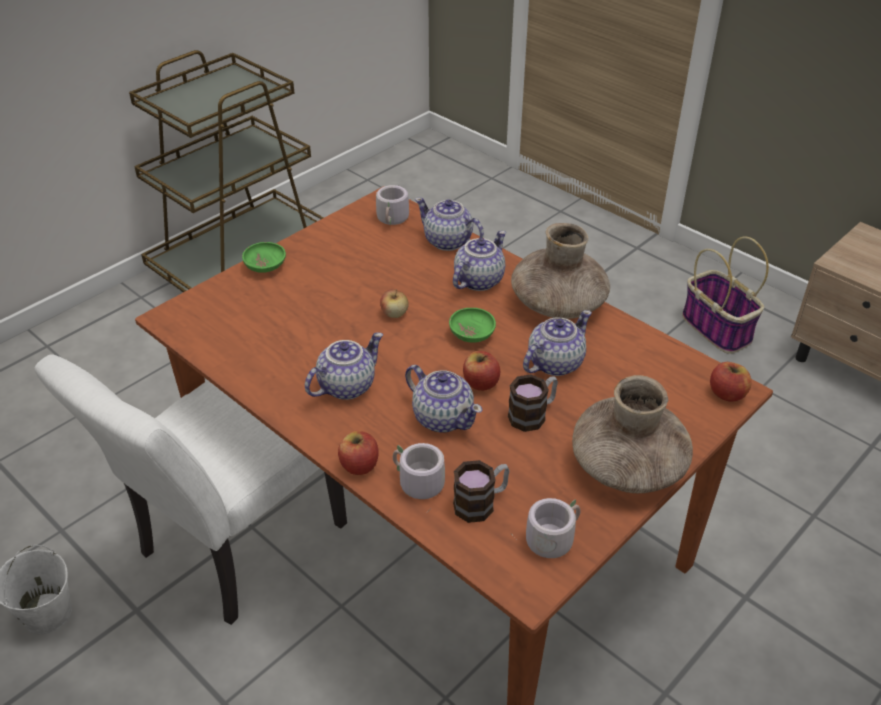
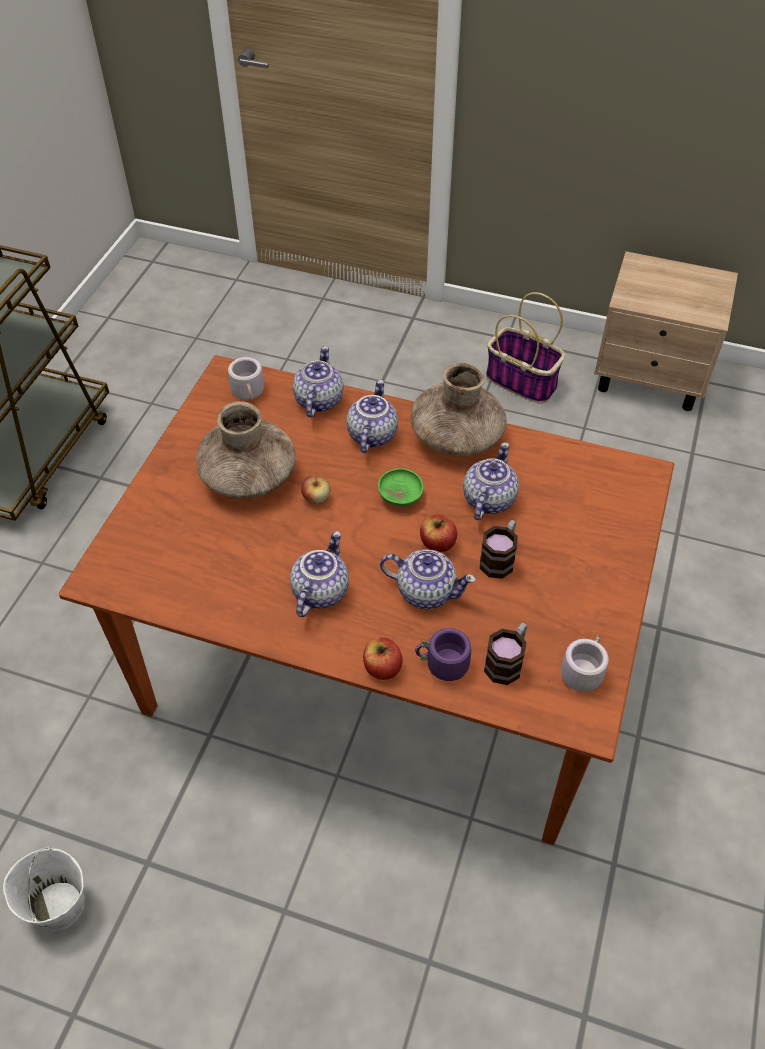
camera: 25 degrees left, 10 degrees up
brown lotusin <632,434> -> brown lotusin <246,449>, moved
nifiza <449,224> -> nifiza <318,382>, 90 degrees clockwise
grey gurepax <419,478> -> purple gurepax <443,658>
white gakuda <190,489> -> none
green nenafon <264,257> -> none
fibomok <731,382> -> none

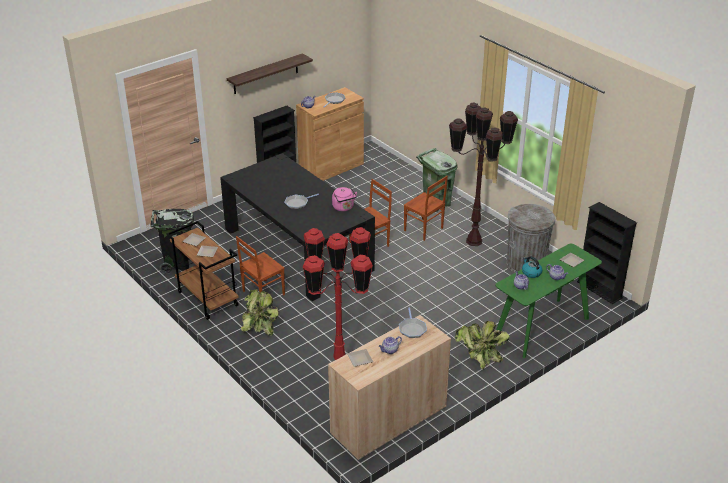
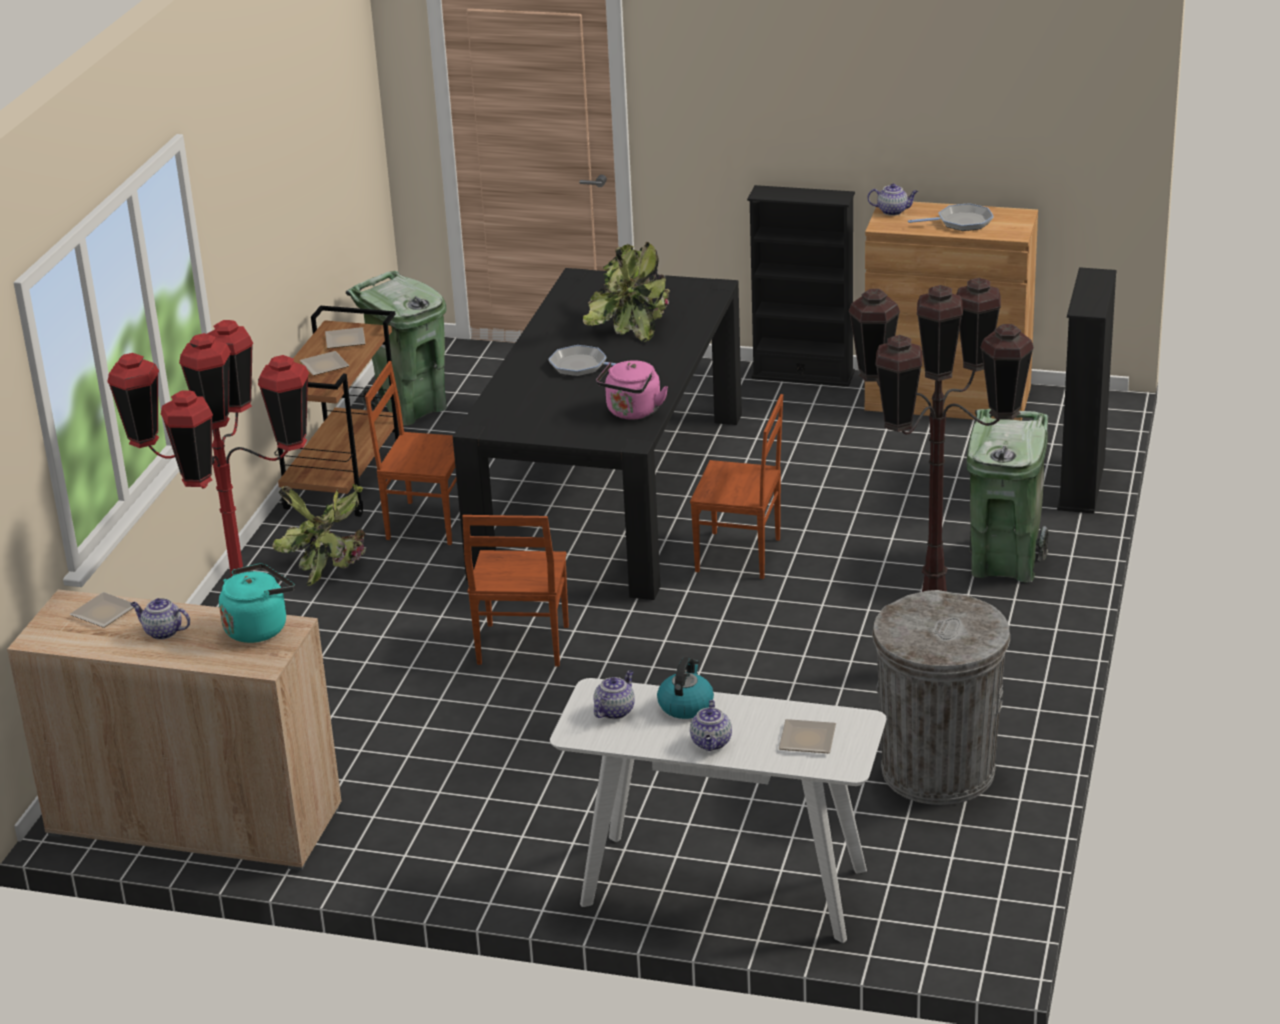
camera: 55 degrees right, 5 degrees down
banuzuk <413,323> -> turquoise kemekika <257,603>
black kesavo <172,241> -> green kesavo <396,348>
brown gakuda <426,208> -> brown gakuda <515,591>, moved
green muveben <548,301> -> white muveben <718,810>
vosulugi <482,345> -> vosulugi <626,292>, moved
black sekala <607,253> -> black sekala <1086,391>, moved
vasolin <270,73> -> none

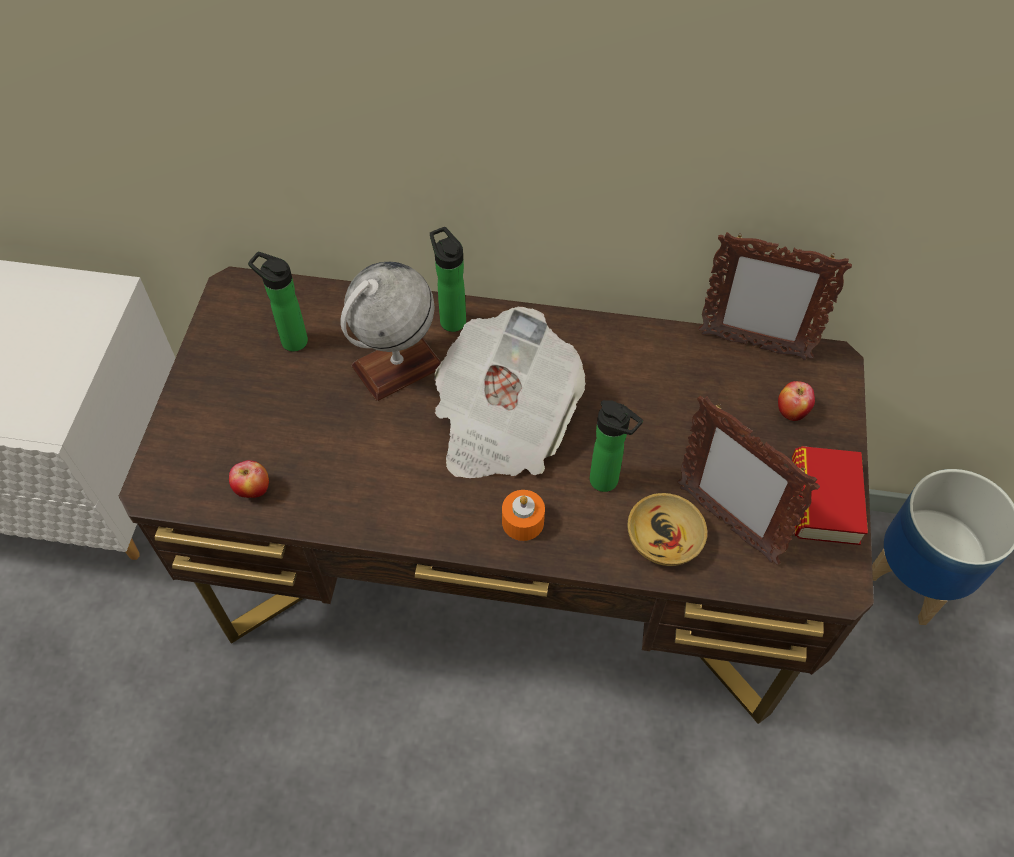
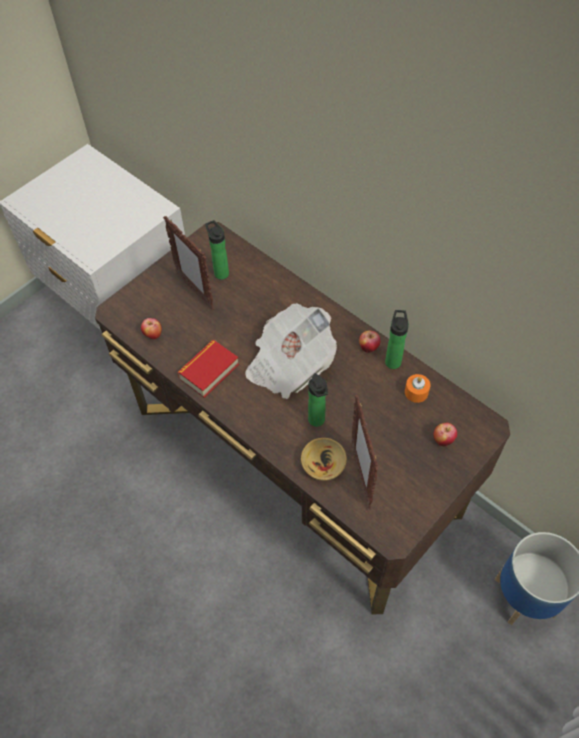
camera: 35 degrees right, 0 degrees up
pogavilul <775,296> -> pogavilul <188,263>, moved
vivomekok <830,495> -> vivomekok <208,369>, moved
none -> fibomok <369,341>
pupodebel <448,279> -> pupodebel <397,339>, moved
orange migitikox <523,515> -> orange migitikox <417,388>, moved
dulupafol <391,331> -> none

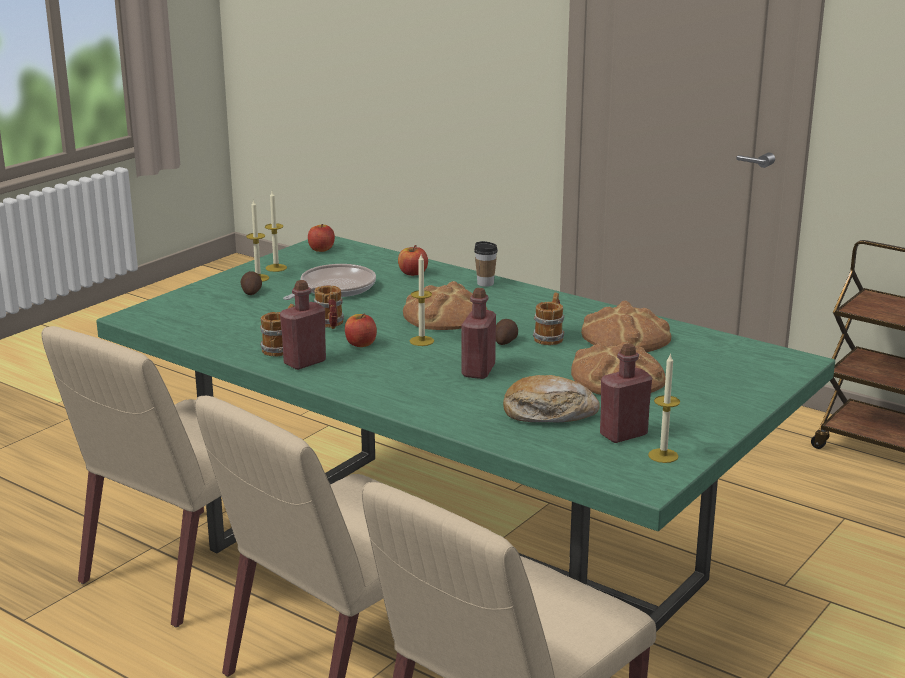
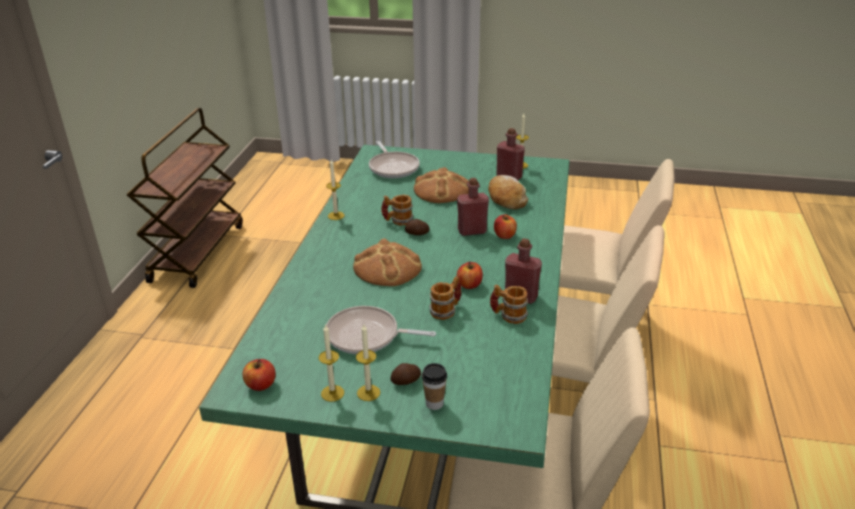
camera: 115 degrees left, 10 degrees up
migitikox <422,300> -> migitikox <335,189>, moved
none -> banuzuk <394,159>
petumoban <486,264> -> petumoban <434,386>, moved
fibomok <413,260> -> fibomok <505,226>, moved
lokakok <626,326> -> none

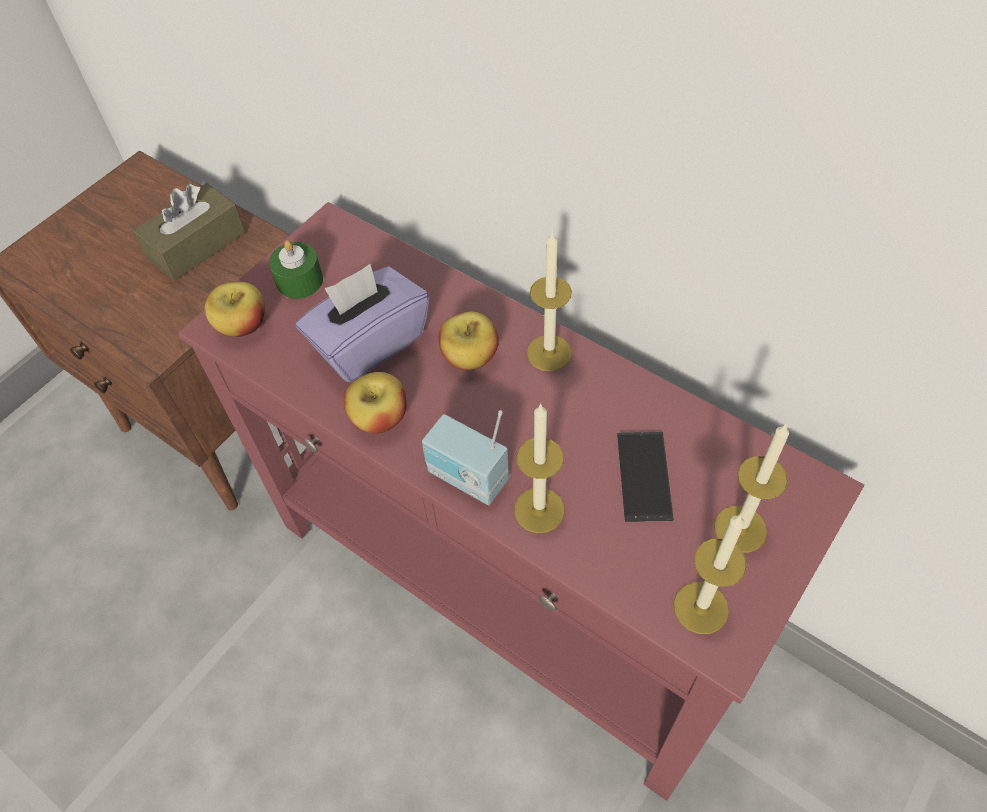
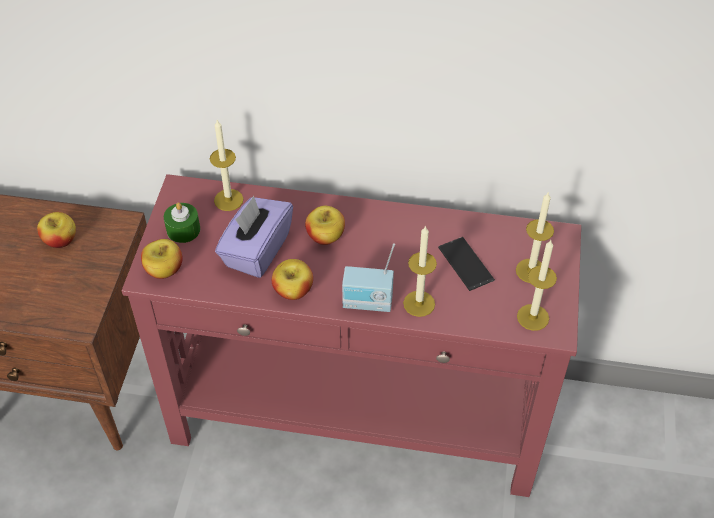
camera: 30 degrees left, 5 degrees down
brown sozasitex <189,232> -> fibomok <56,230>
migitikox <549,301> -> migitikox <227,165>, moved

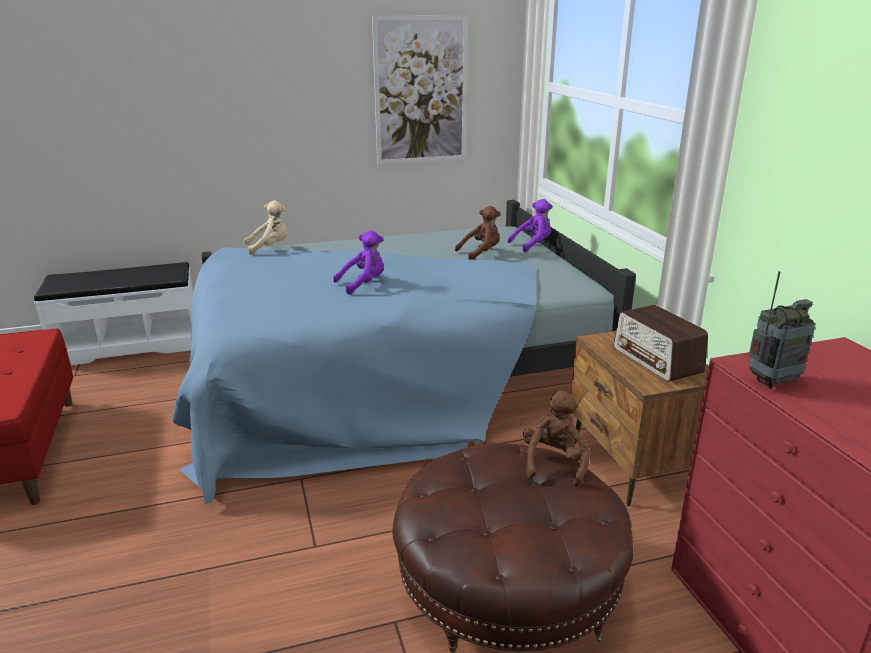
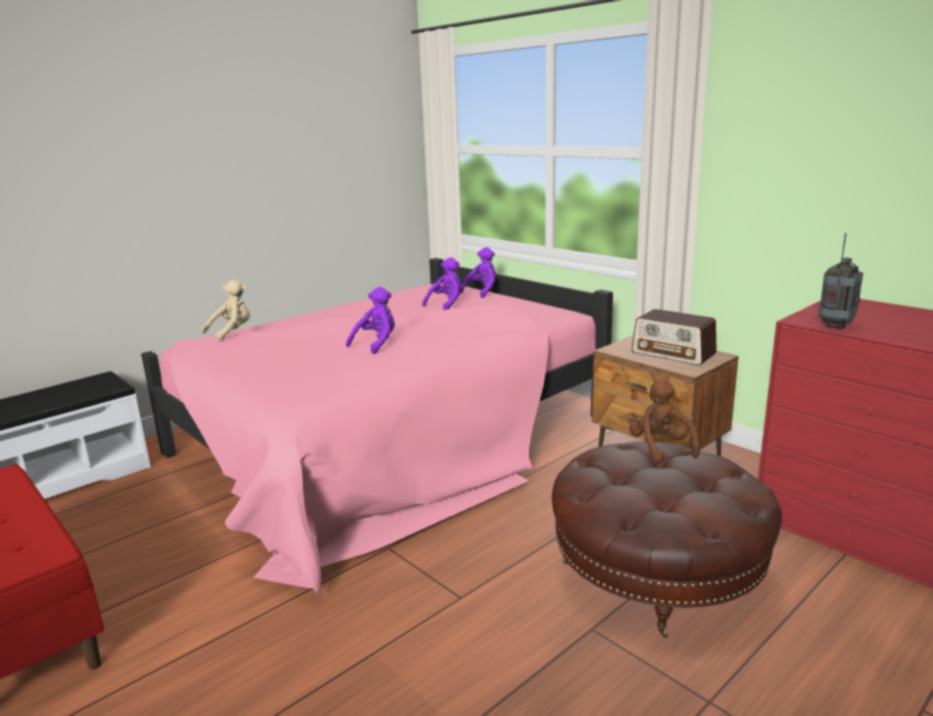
camera: 25 degrees left, 5 degrees down
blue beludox <404,352> -> pink beludox <377,427>
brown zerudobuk <478,233> -> purple zerudobuk <442,283>
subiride <420,89> -> none

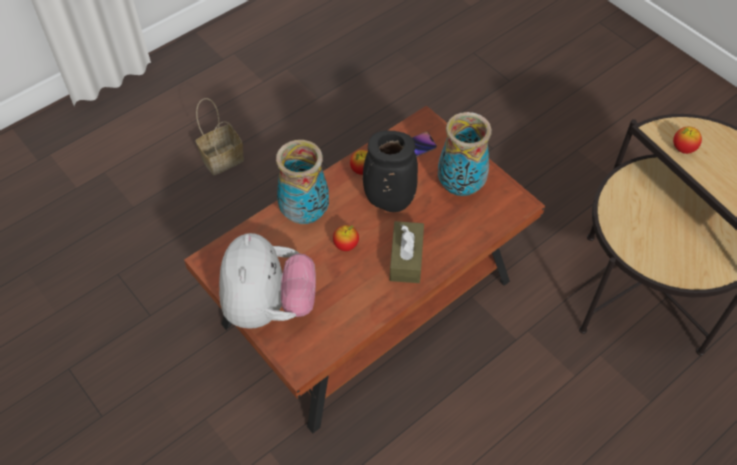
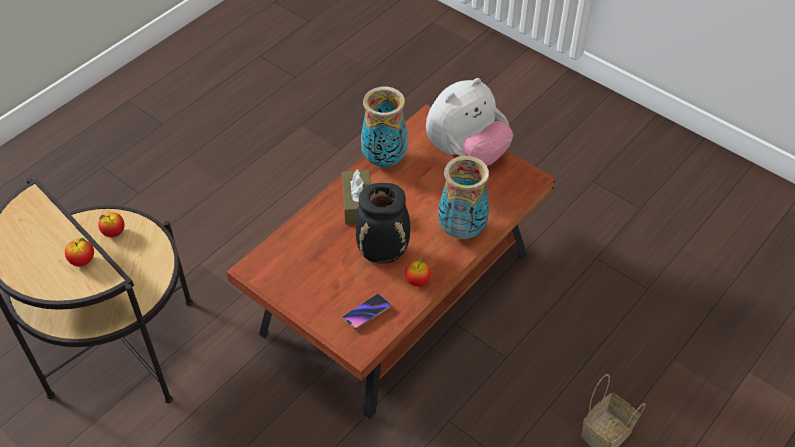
camera: 170 degrees right, 5 degrees down
fibomok <346,238> -> fibomok <111,225>, moved
lotusin <465,154> -> lotusin <384,127>, moved
zerudobuk <267,281> -> zerudobuk <469,122>, 120 degrees counterclockwise

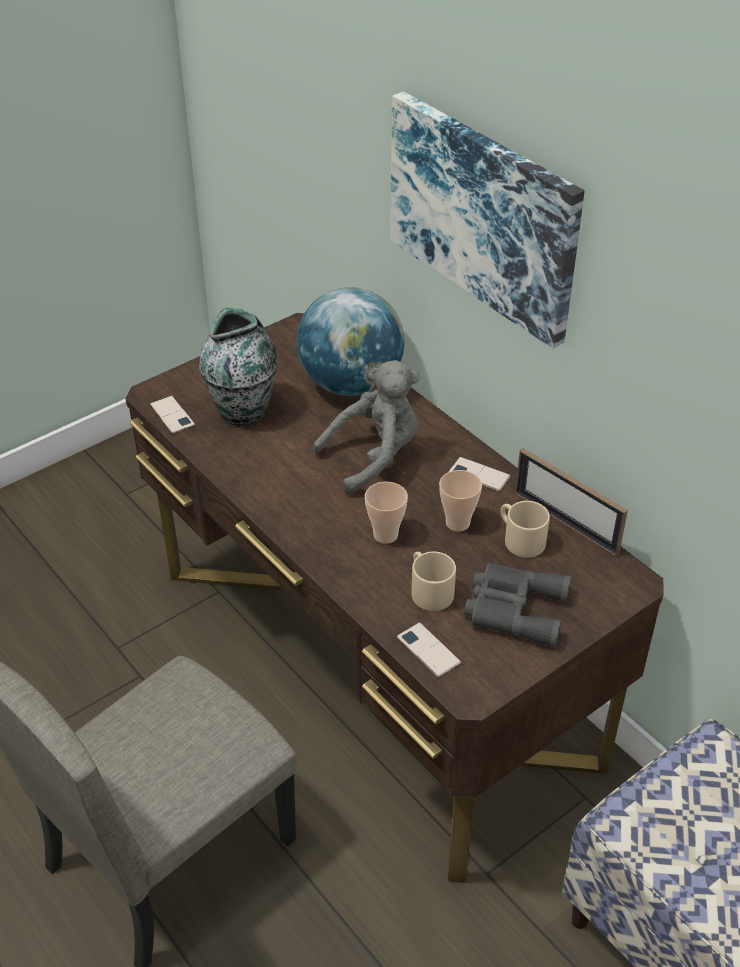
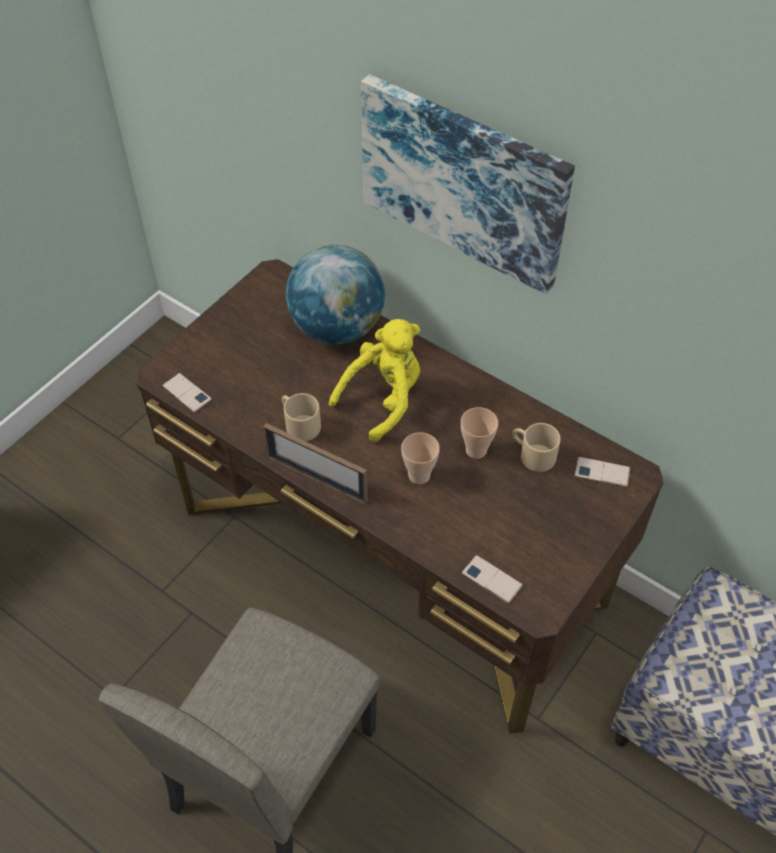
camera: 15 degrees left, 10 degrees up
pogavilul <571,502> -> pogavilul <315,463>, moved
beige gurepax <433,581> -> beige gurepax <301,417>, moved
grey zerudobuk <366,427> -> yellow zerudobuk <374,381>
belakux <479,474> -> belakux <602,472>, moved
lotusin <238,367> -> none
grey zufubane <517,605> -> none

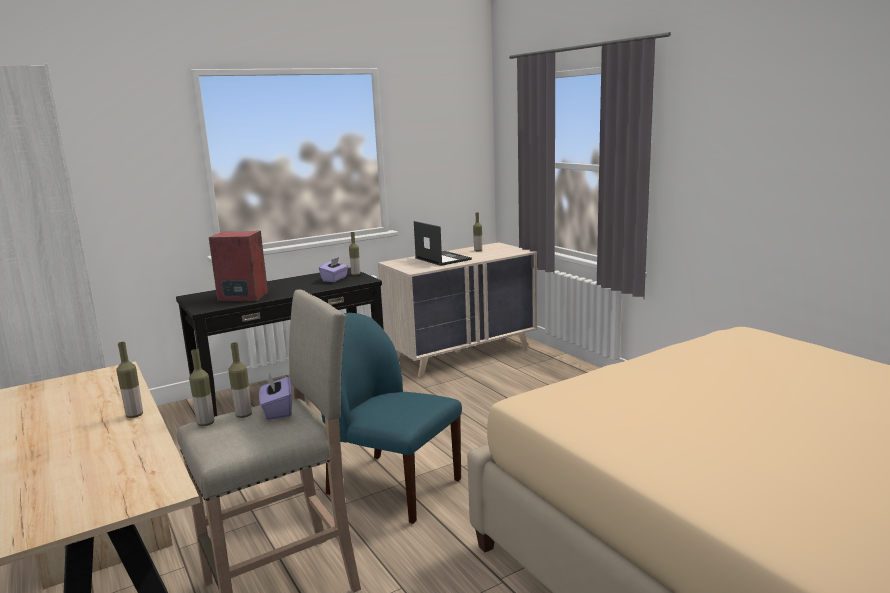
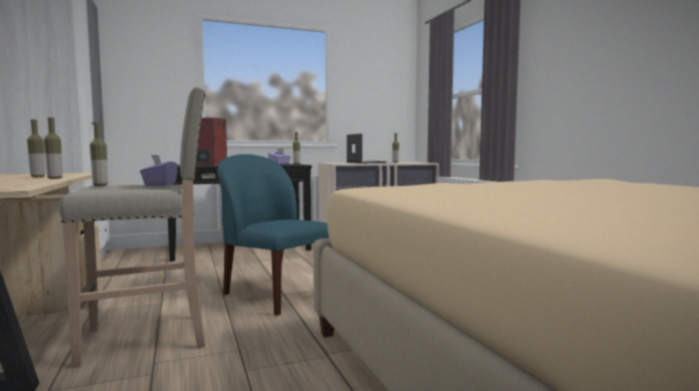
camera: 10 degrees right, 10 degrees down
pupodebel <240,380> -> pupodebel <36,148>, moved

